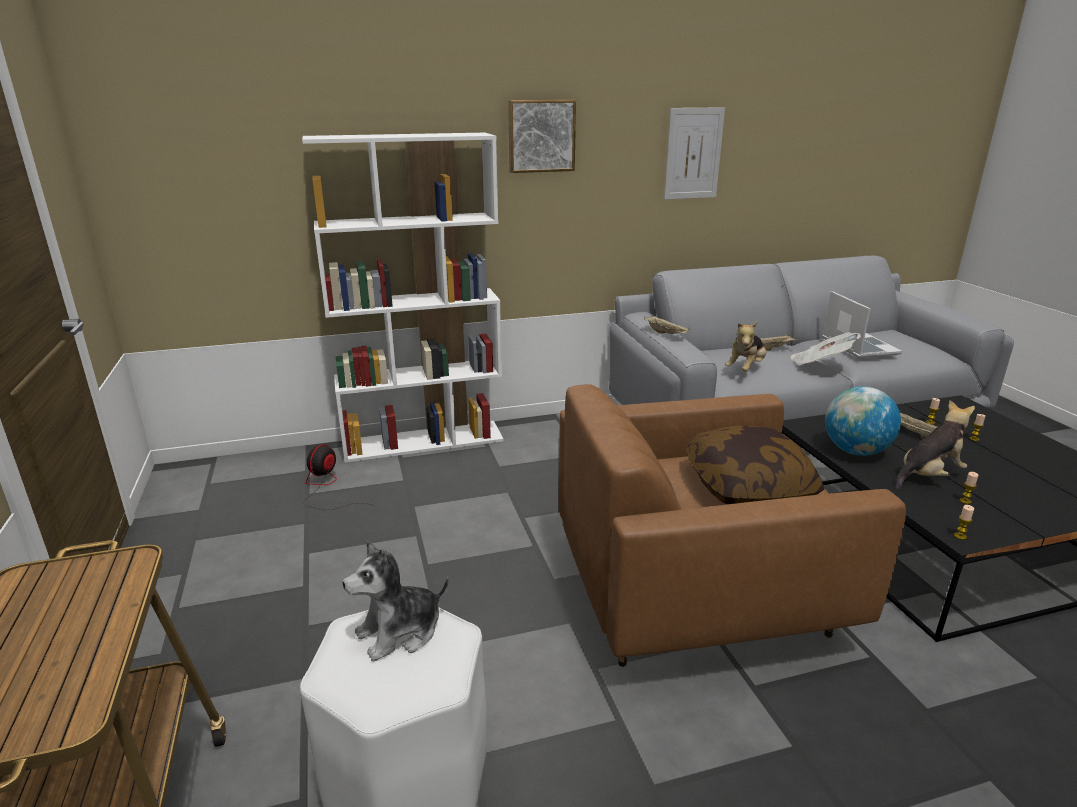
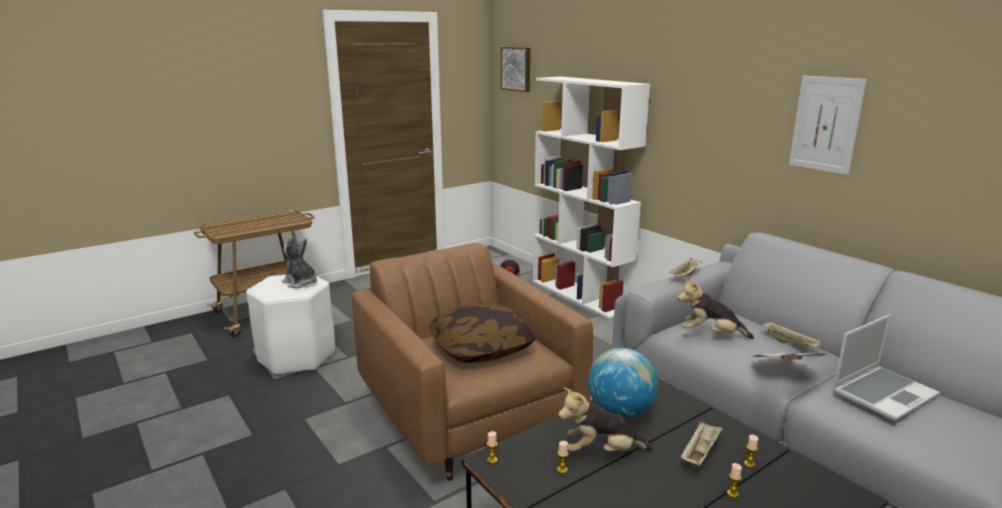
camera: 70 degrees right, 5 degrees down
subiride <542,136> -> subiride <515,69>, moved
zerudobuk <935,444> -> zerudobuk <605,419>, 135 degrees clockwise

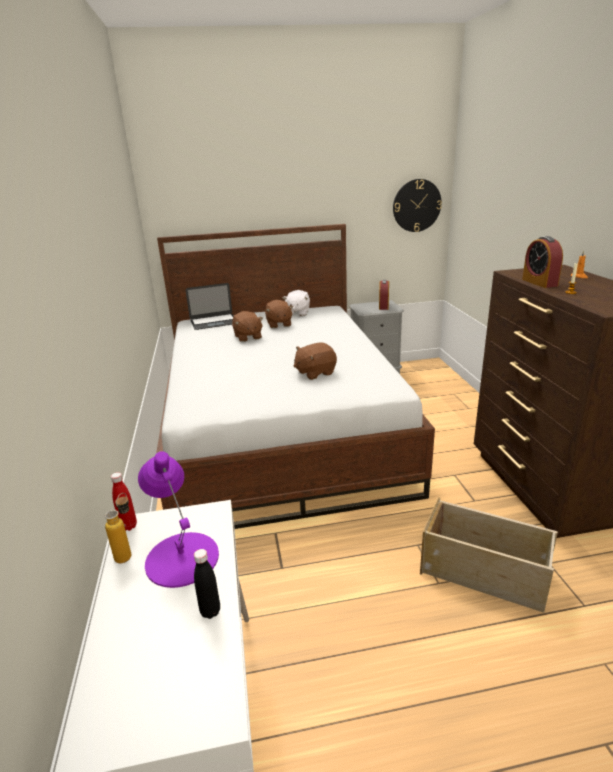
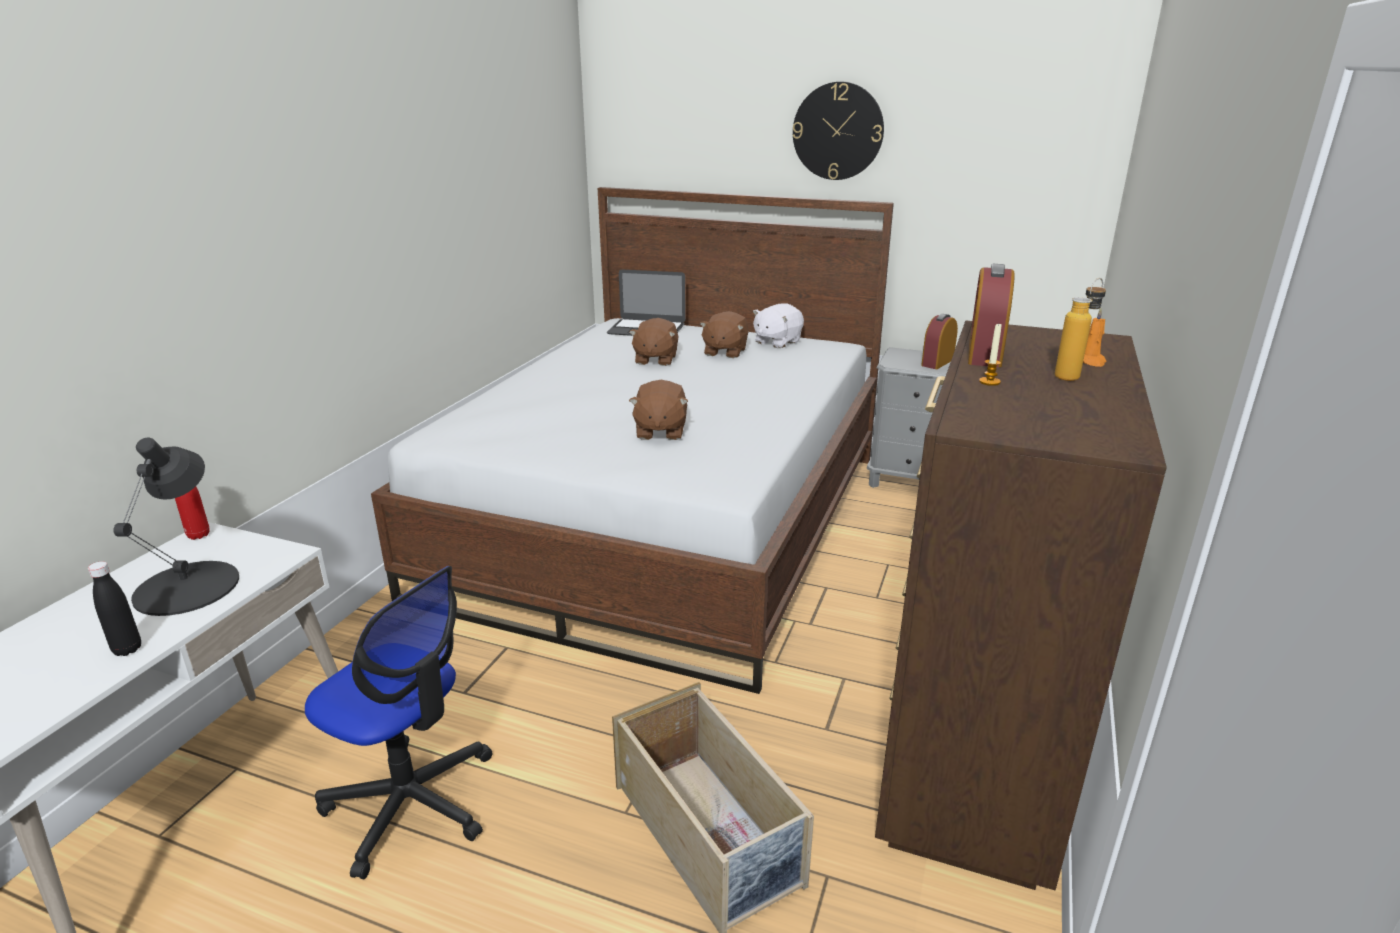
camera: 30 degrees right, 0 degrees up
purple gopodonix <178,519> -> black gopodonix <176,527>
none -> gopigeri <399,722>
brown zerudobuk <315,361> -> brown zerudobuk <658,410>, 90 degrees counterclockwise
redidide <417,205> -> redidide <838,131>, moved
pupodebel <118,528> -> pupodebel <1080,329>, moved

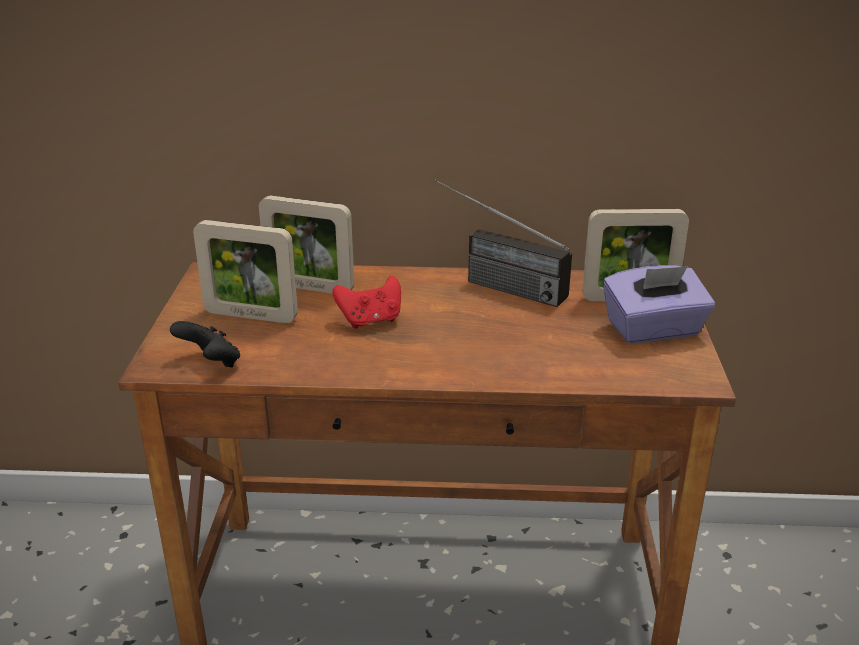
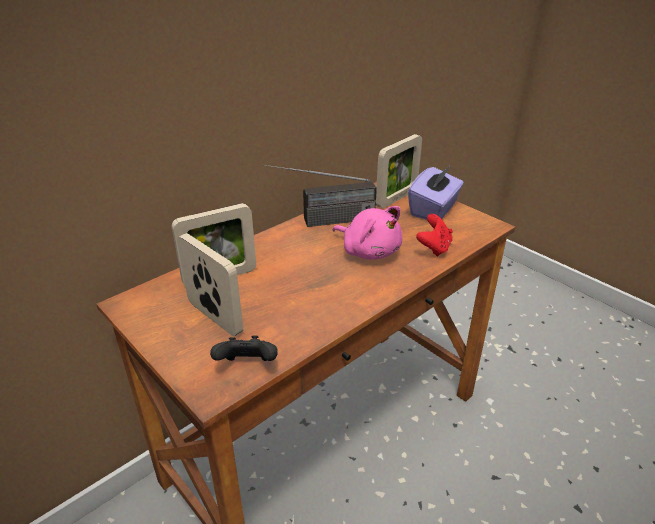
camera: 45 degrees left, 5 degrees up
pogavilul <245,271> -> pogavilul <210,285>, 105 degrees counterclockwise
none -> pink zerudobuk <367,233>
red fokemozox <366,302> -> red fokemozox <434,235>, moved

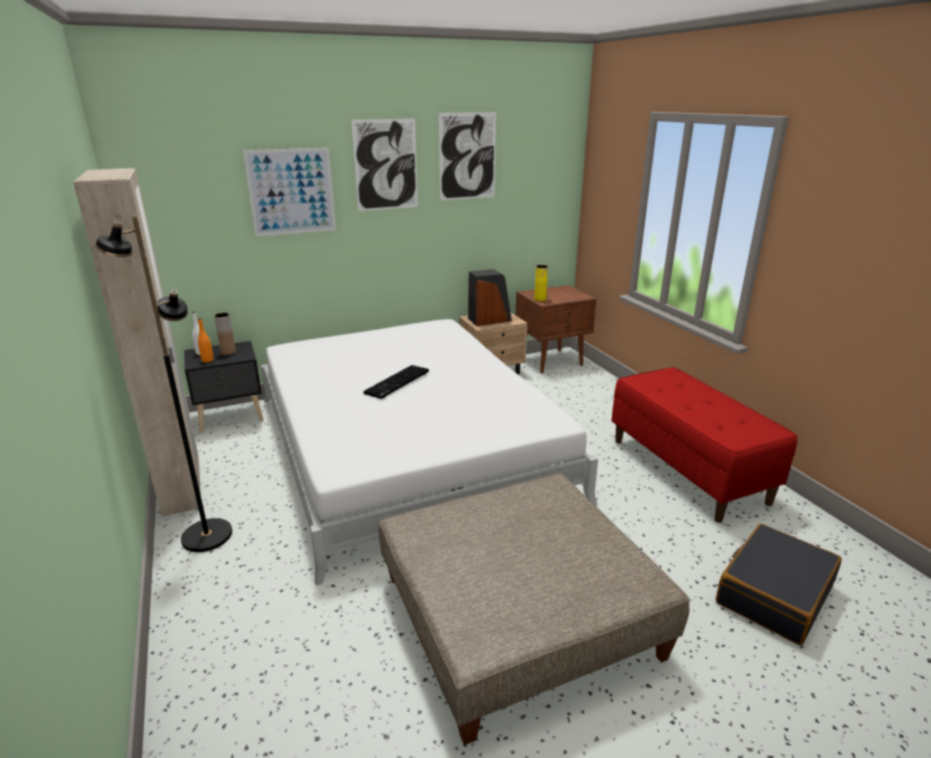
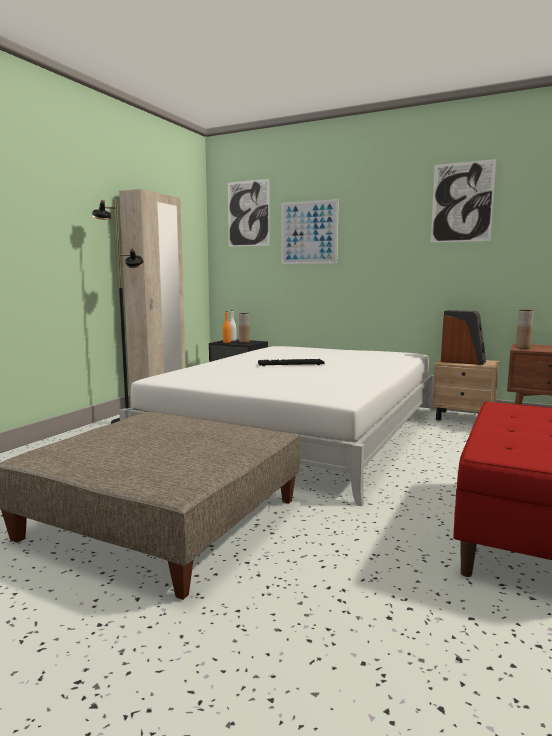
camera: 50 degrees right, 15 degrees down
subiride <384,165> -> subiride <249,213>, moved
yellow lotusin <541,283> -> brown lotusin <525,329>
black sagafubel <779,584> -> none

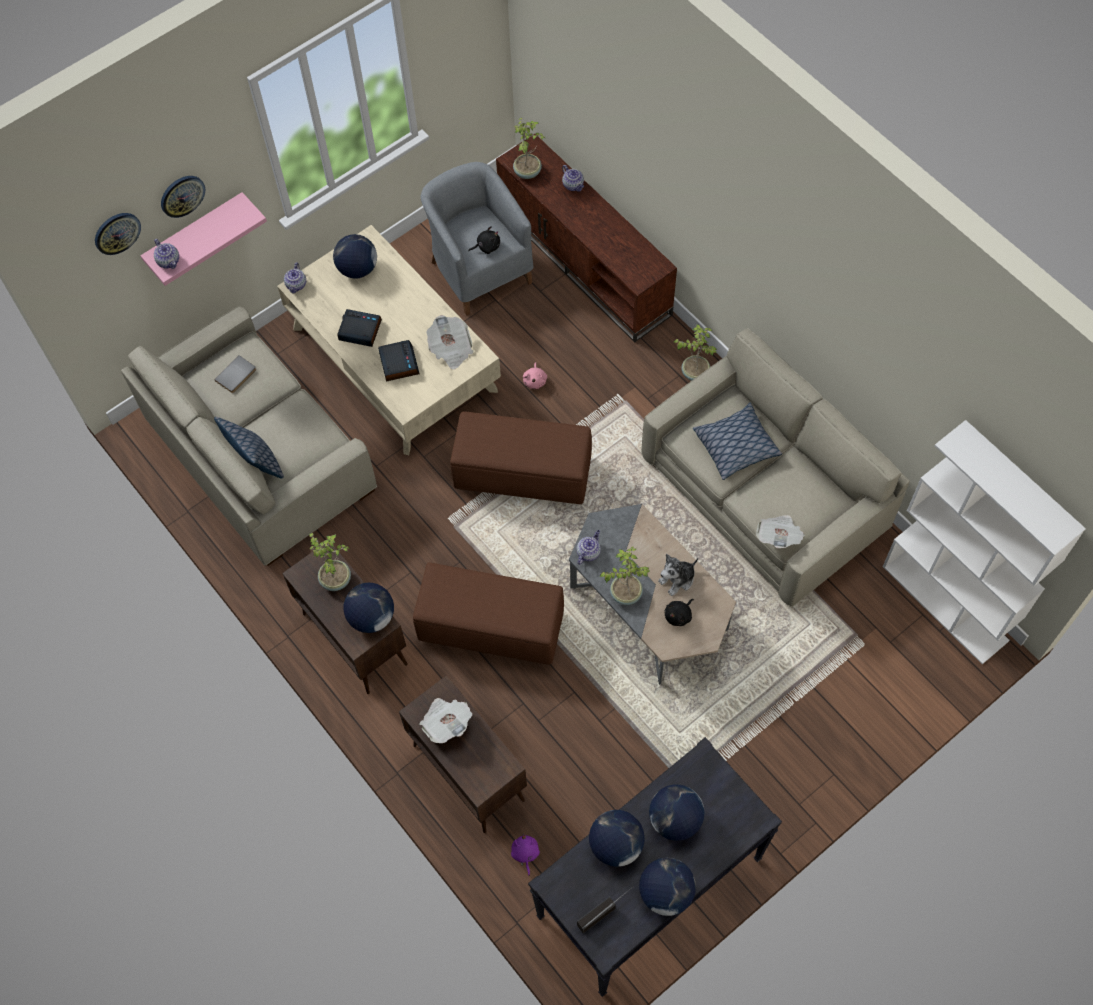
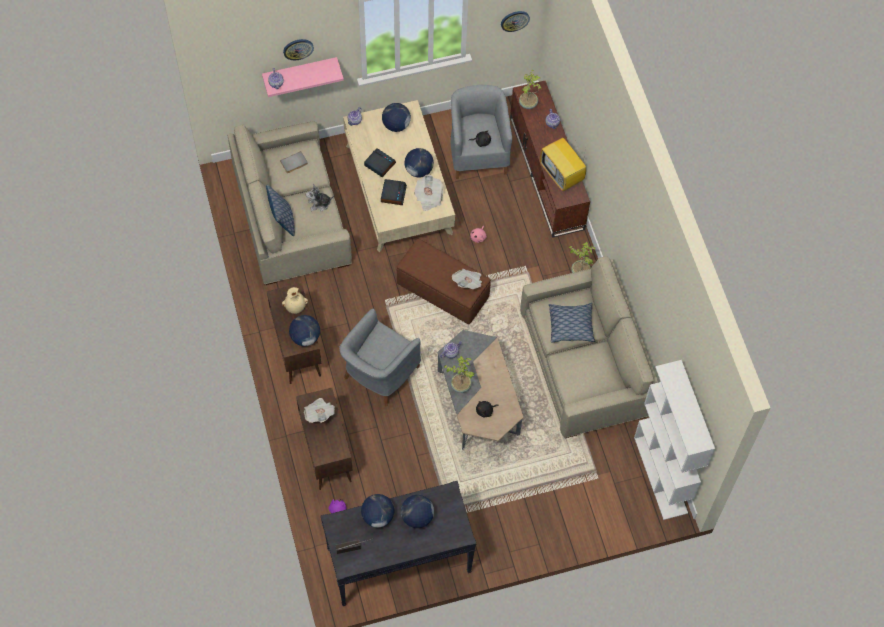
camera: 20 degrees right, 0 degrees up
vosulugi <330,562> -> beige lotusin <295,300>
zerudobuk <678,575> -> zerudobuk <320,197>, moved
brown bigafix <488,613> -> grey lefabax <380,357>
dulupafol <667,887> -> dulupafol <419,163>, moved
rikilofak <780,531> -> rikilofak <467,279>, moved
redidide <118,234> -> redidide <515,21>, moved
none -> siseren <563,164>

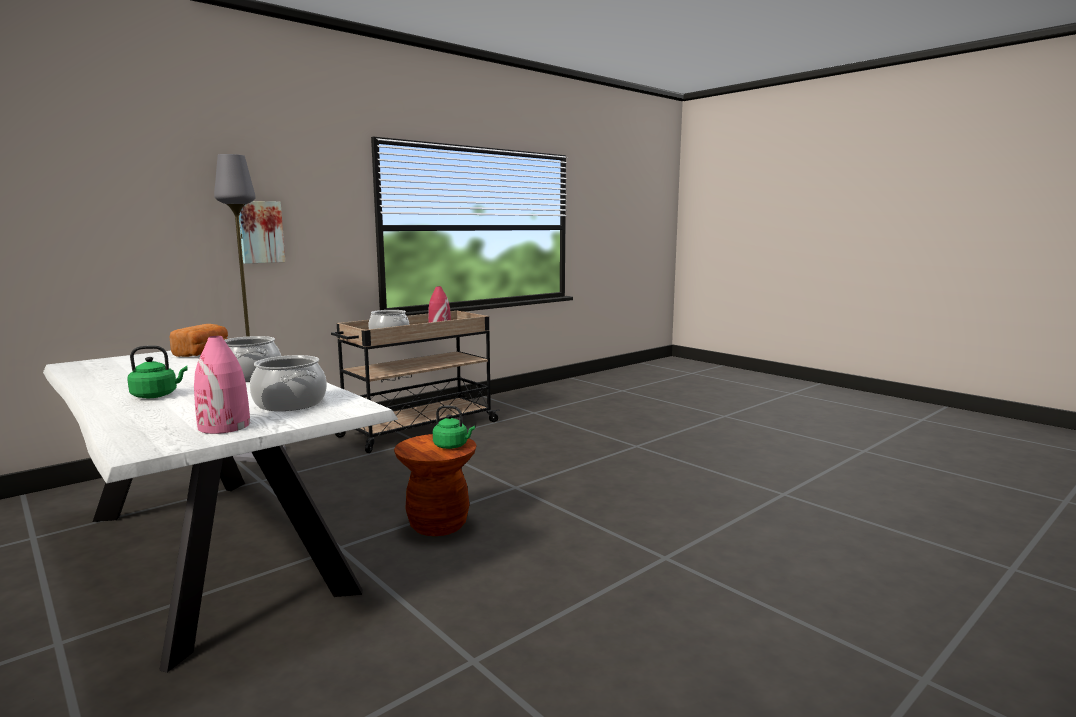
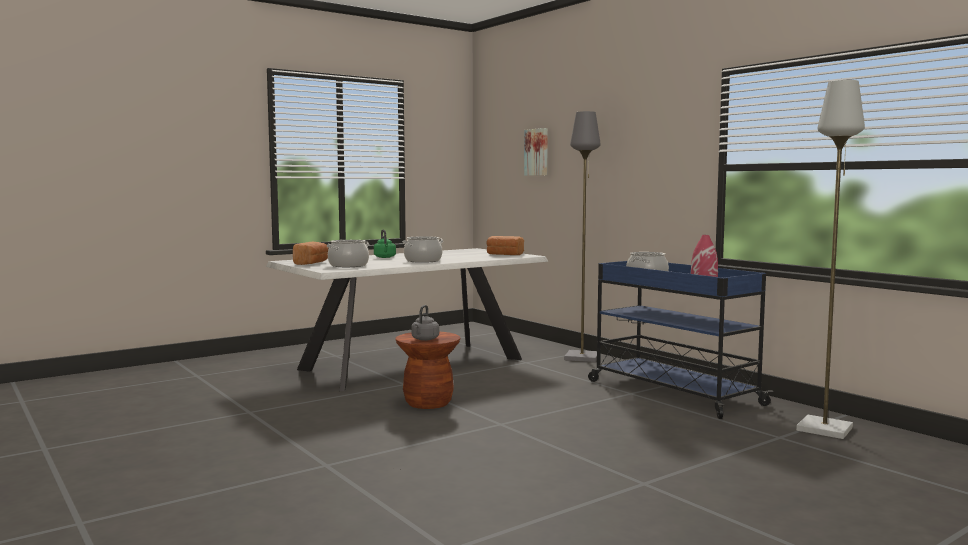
camera: 95 degrees right, 5 degrees down
pink lotusin <222,385> -> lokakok <310,253>
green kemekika <454,427> -> grey kemekika <425,323>
subiride <262,232> -> subiride <536,152>, moved
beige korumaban <415,382> -> blue korumaban <680,340>
none -> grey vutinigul <830,259>

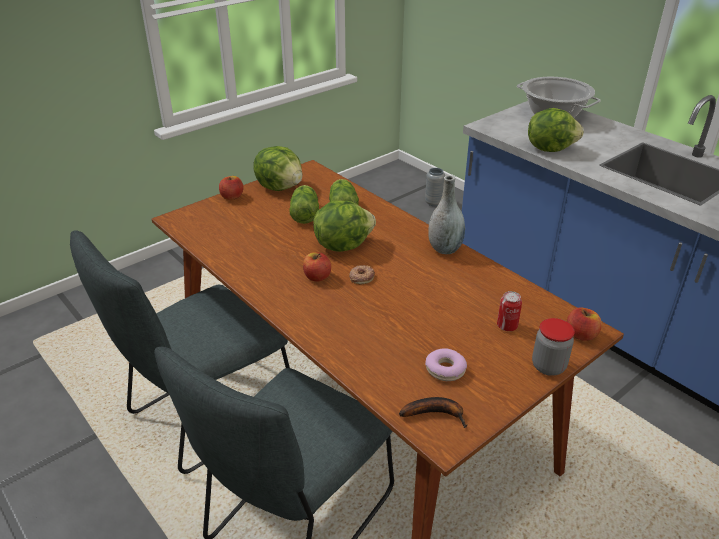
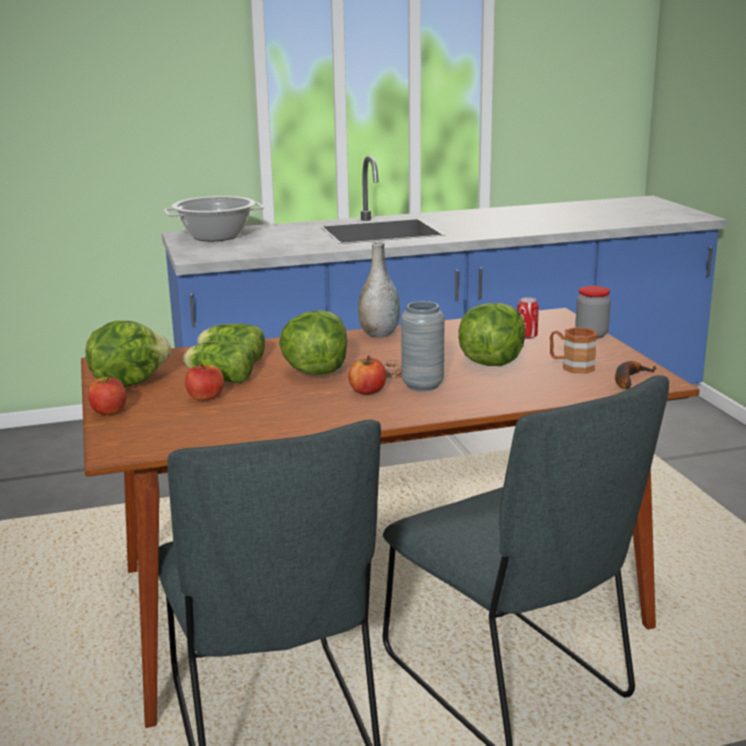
camera: 65 degrees left, 15 degrees down
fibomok <584,324> -> fibomok <204,382>, moved
grey lotusin <435,187> -> grey lotusin <422,346>, moved
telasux <556,130> -> telasux <491,334>, moved
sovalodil <446,364> -> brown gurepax <573,350>

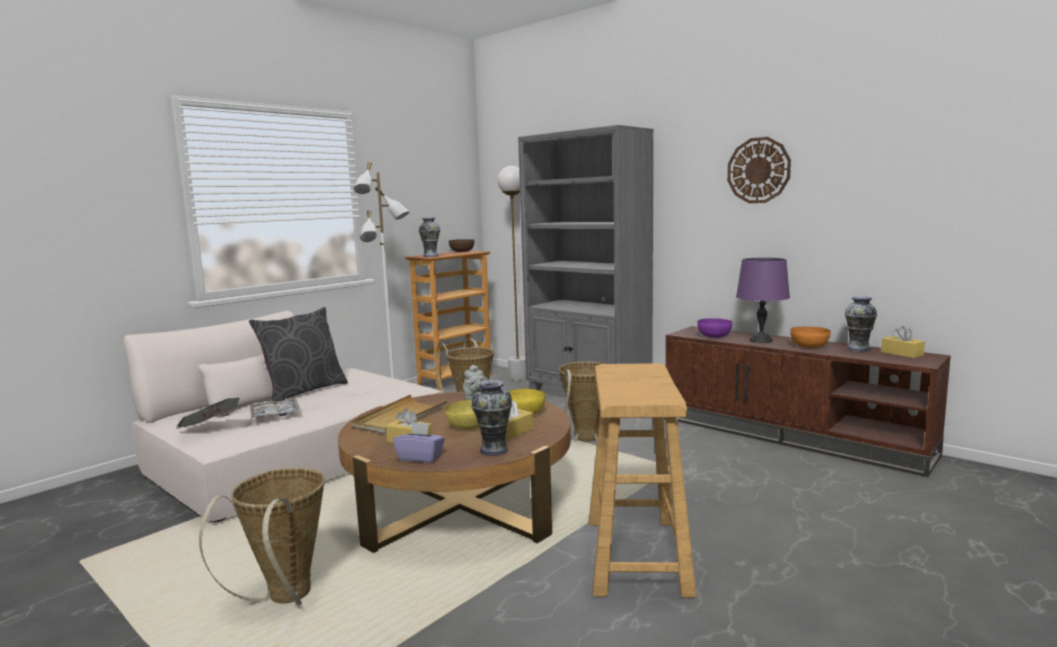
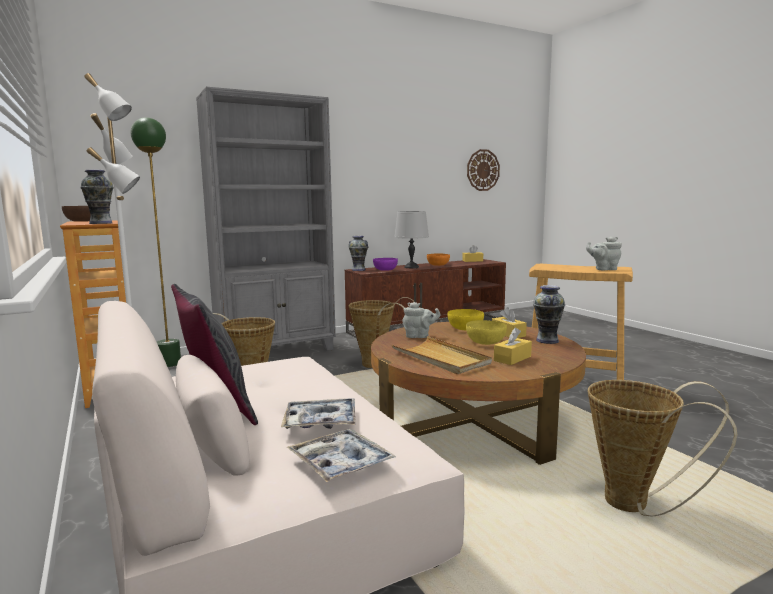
camera: 70 degrees left, 0 degrees up
white vutinigul <511,273> -> green vutinigul <155,242>
rikilofak <208,413> -> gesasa <341,455>
lotusin <861,324> -> lotusin <358,253>, moved
purple gopodonix <763,300> -> grey gopodonix <411,239>
redidide <759,170> -> redidide <483,170>, moved
none -> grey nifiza <604,253>
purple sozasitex <419,442> -> none

